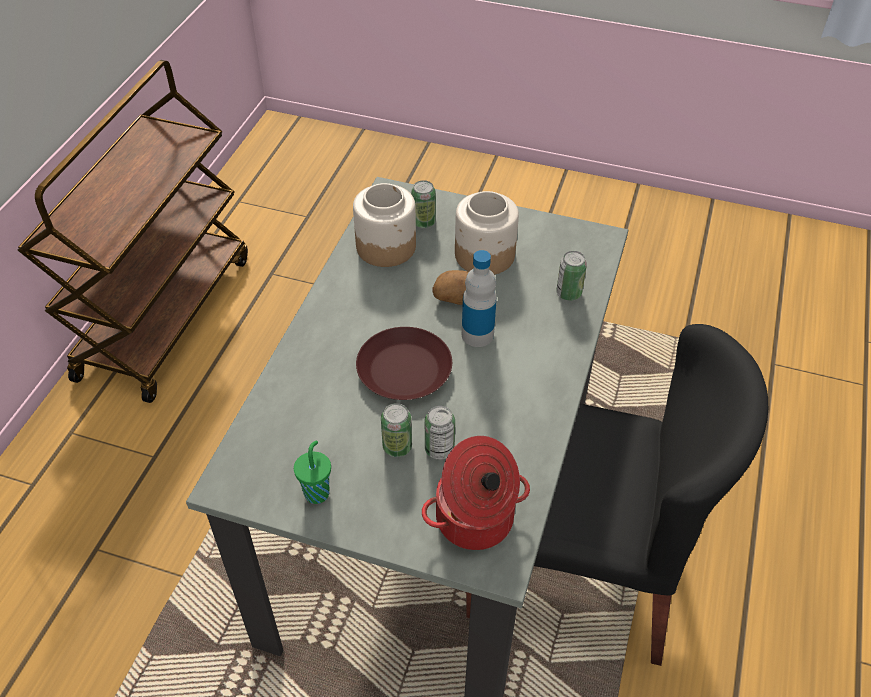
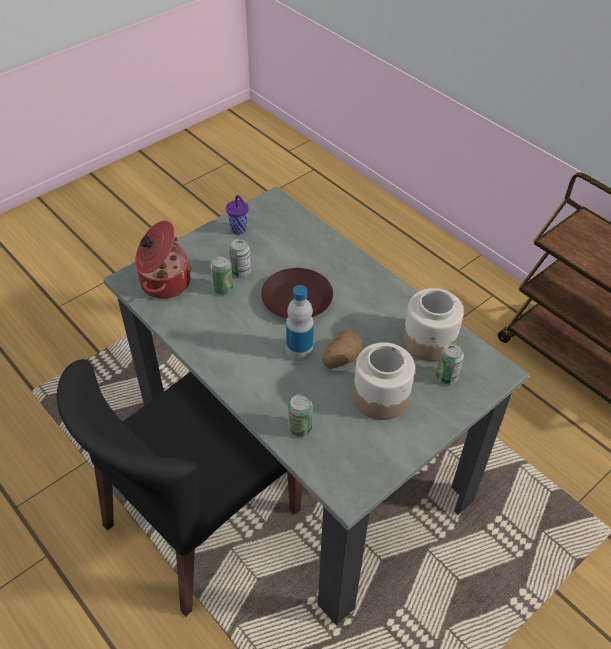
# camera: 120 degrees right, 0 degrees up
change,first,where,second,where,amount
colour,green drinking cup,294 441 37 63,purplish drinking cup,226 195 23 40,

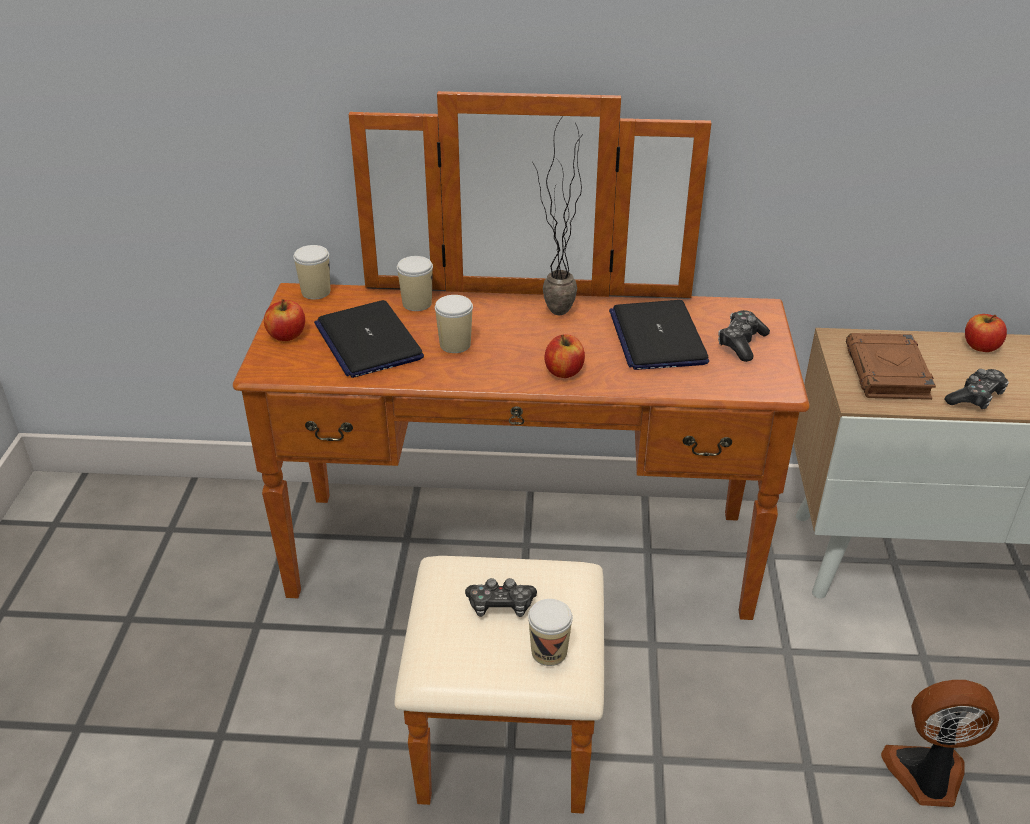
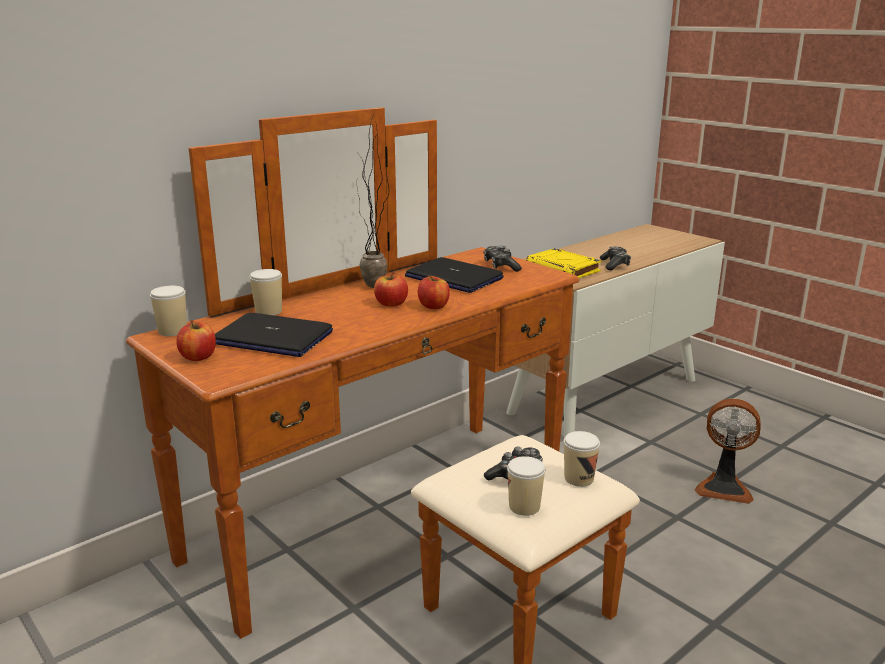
# camera: 45 degrees left, 15 degrees down
change,first,where,second,where,amount
relocated,drinking cup,435 295 38 58,,507 456 38 60,
relocated,whole apple,965 314 42 38,,374 272 34 35,
colour,brownish bound book,846 333 90 67,yellow bound book,526 248 76 30,
spun,electric fan,881 680 118 127,,695 399 66 105,120 degrees counterclockwise

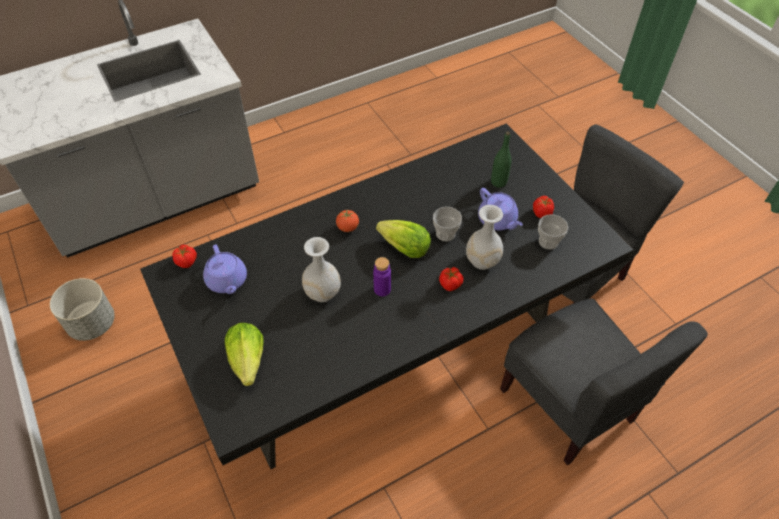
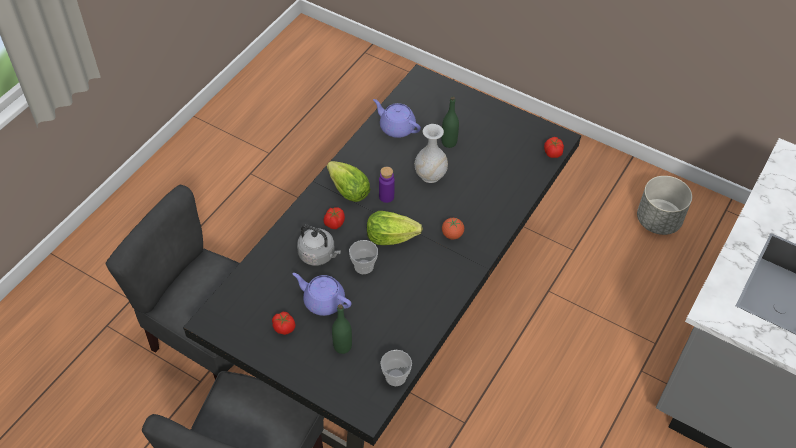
# camera: 150 degrees right, 0 degrees up
change,first,where,second,where,amount
exchanged,white-coloured decorative vase,466 205 37 65,greyish kettle,297 225 44 41,
relocated,drinking cup,538 214 30 36,,380 350 32 36,
relocated,purplish pot for tea,203 245 44 49,,373 99 48 39,
relocated,lettuce,225 323 39 63,,327 161 43 41,
appeared,,,green bottle,441 97 18 51,

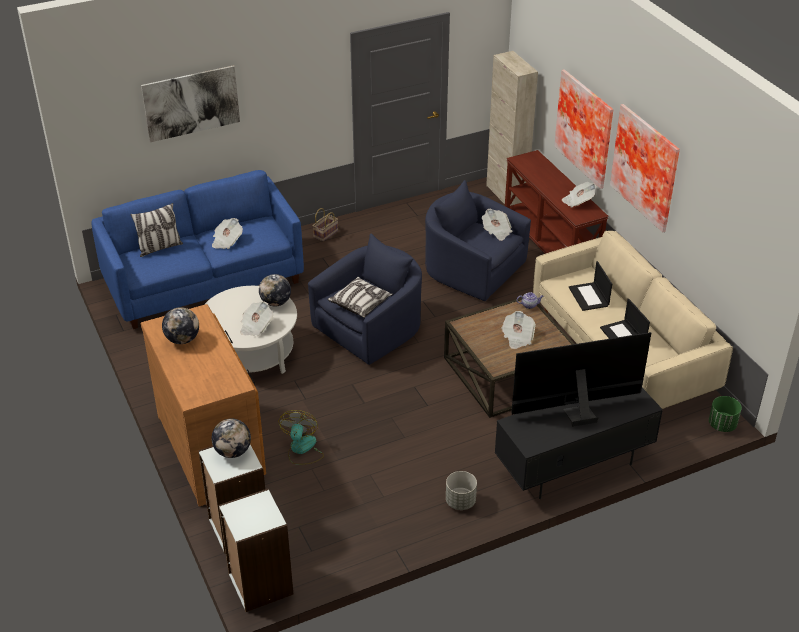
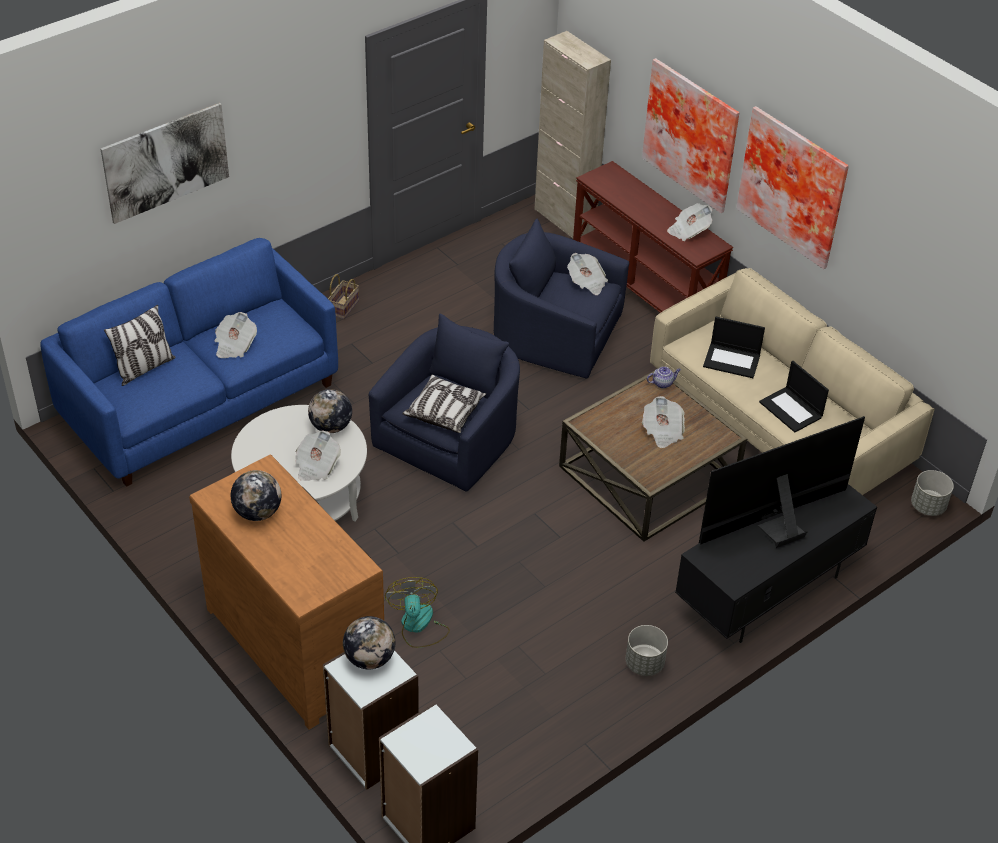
# camera: 15 degrees left, 5 degrees up
change,first,where,second,where,amount
spun,portable computer,569 261 43 50,,703 317 62 61,45 degrees counterclockwise
colour,green plant pot,709 396 33 36,greyish plant pot,911 470 43 46,

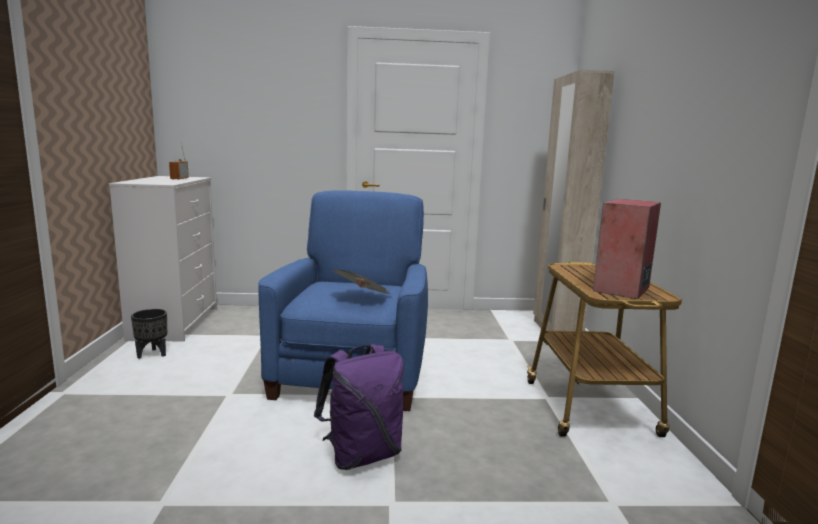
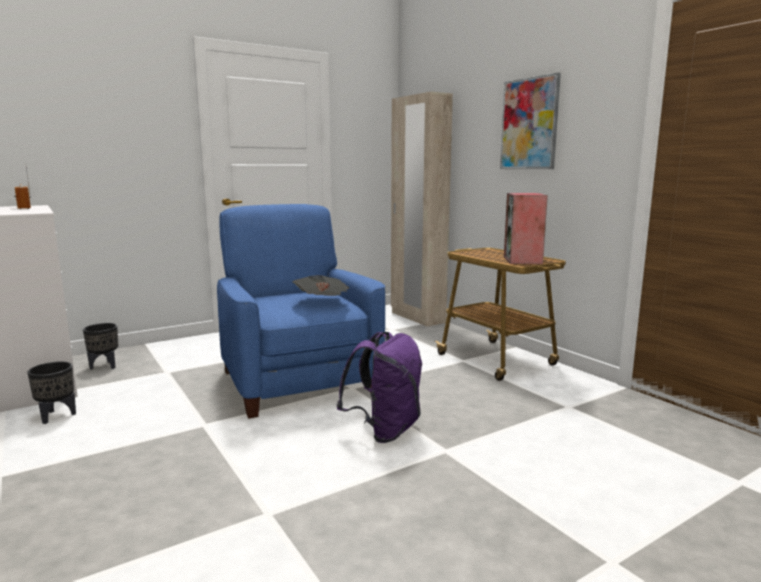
# camera: 30 degrees left, 0 degrees up
change,first,where,second,where,amount
appeared,,,picture,500 73 61 96,
appeared,,,blackish plant pot,83 323 35 47,

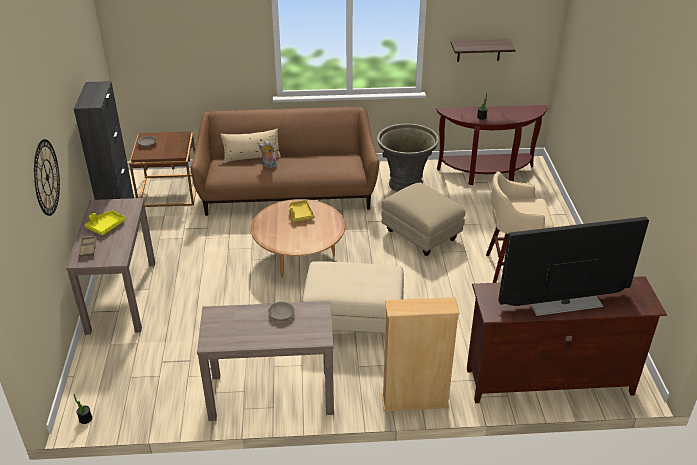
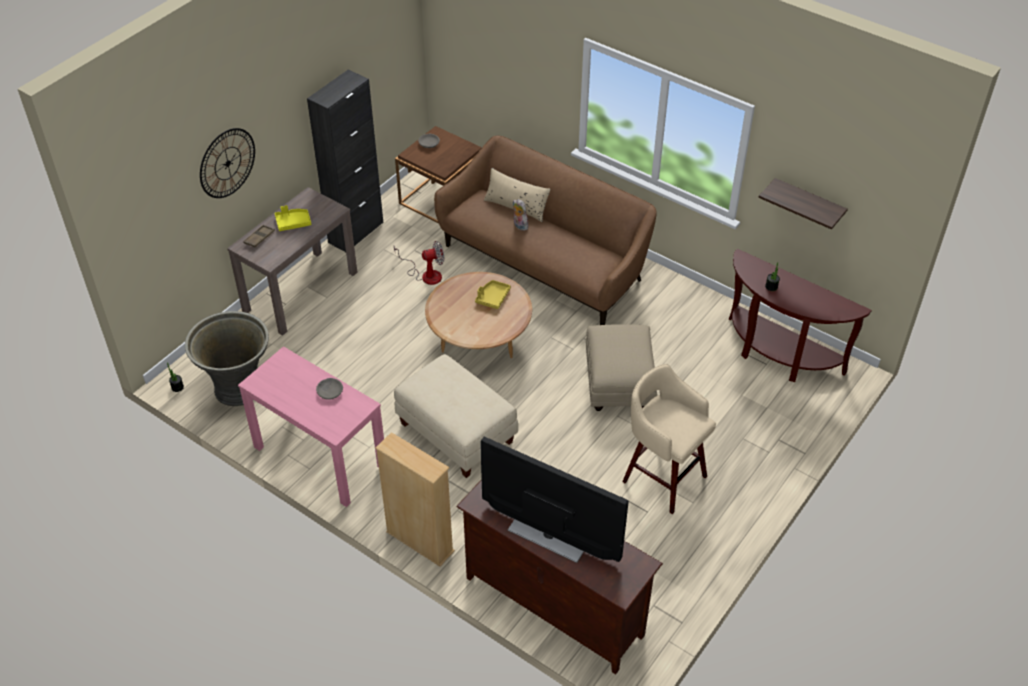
# camera: 40 degrees right, 10 degrees up
change,first,where,second,where,amount
relocated,greyish plant pot,377 123 62 69,,185 311 84 95,
colour,brownish narrow table,197 301 137 120,pink narrow table,238 346 146 161,
appeared,,,electric fan,394 241 50 44,

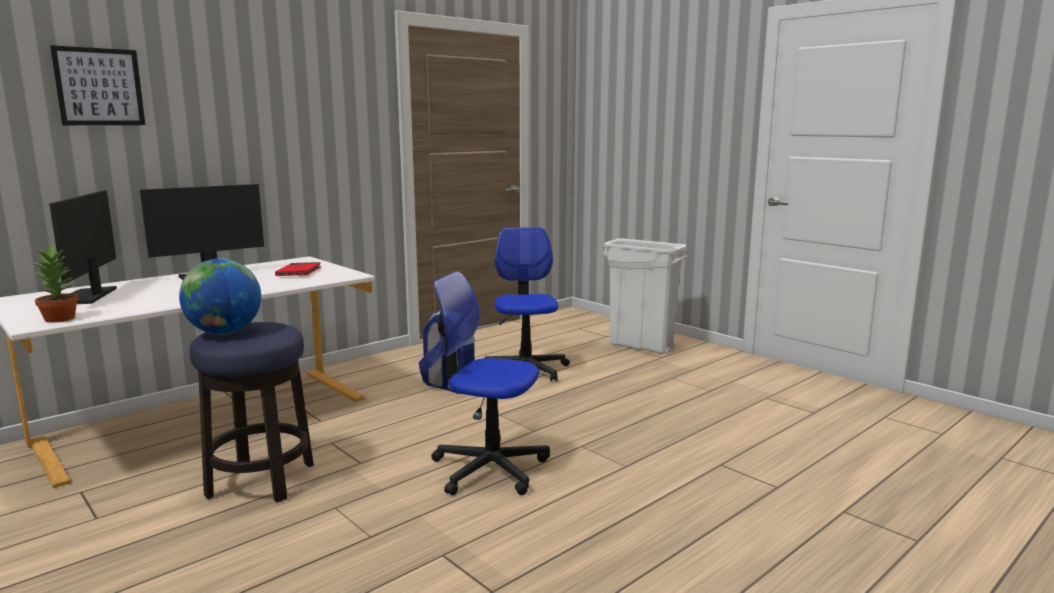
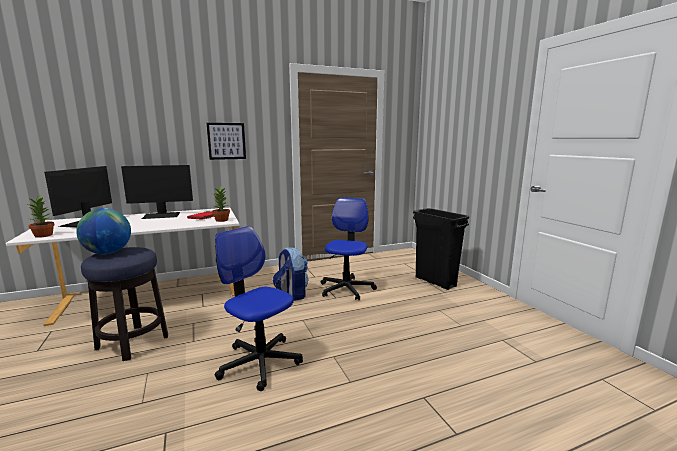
# camera: 20 degrees right, 0 degrees up
change,first,where,second,where,amount
relocated,picture,50 45 95 80,,207 123 39 37,
colour,white-coloured trash can,603 239 84 115,blackish trash can,413 208 56 82,
appeared,,,houseplant,212 185 18 37,

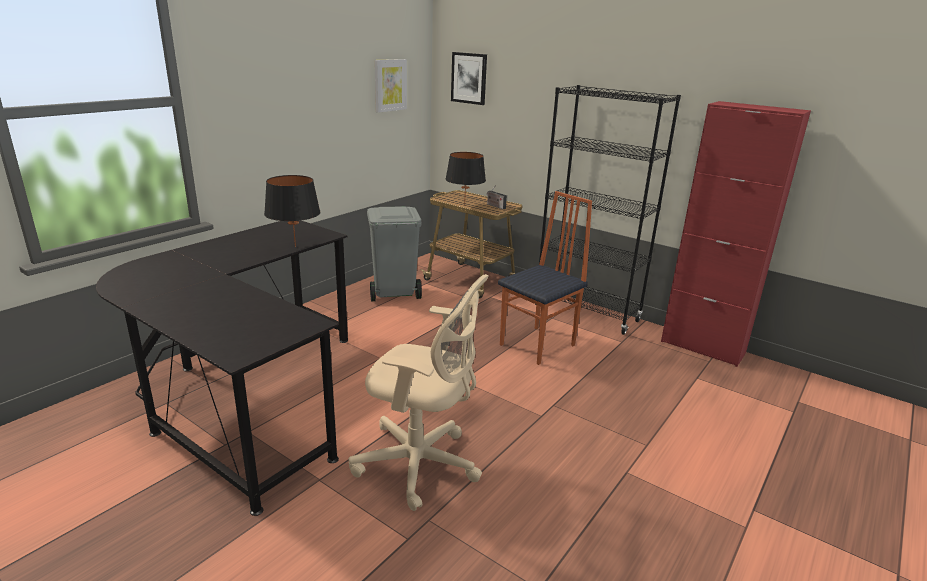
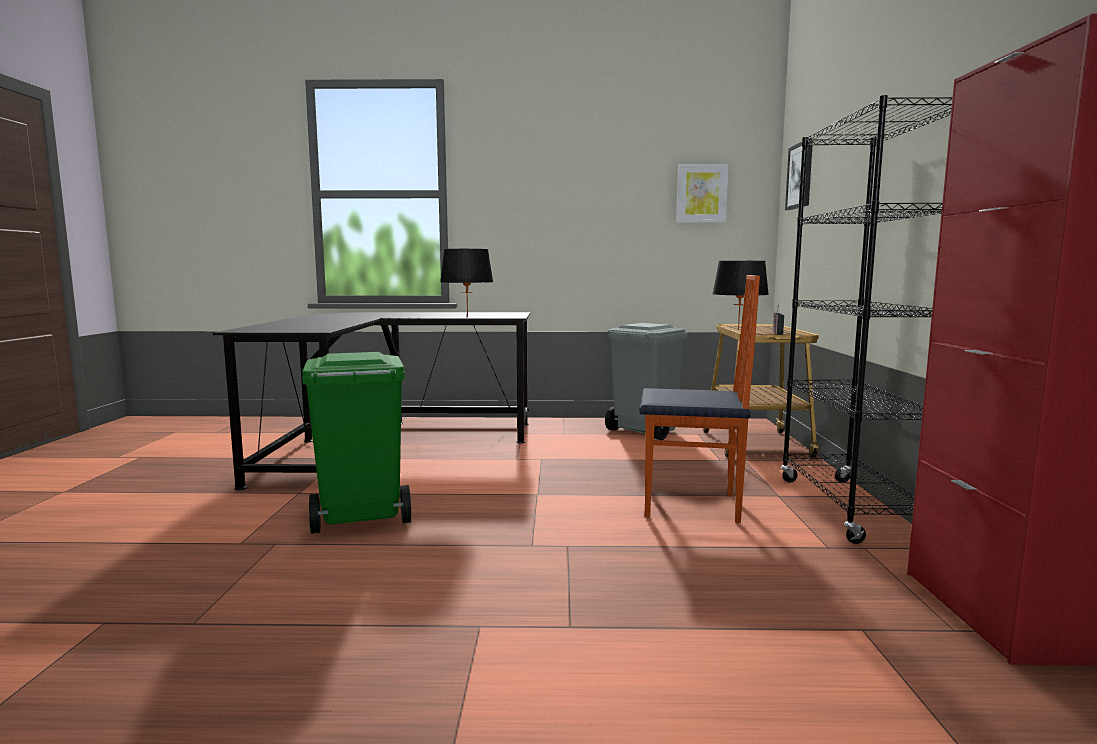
# camera: 55 degrees right, 15 degrees down
change,first,where,second,where,amount
exchanged,beige-coloured desk chair,349 274 140 237,green trash can,302 352 109 182,

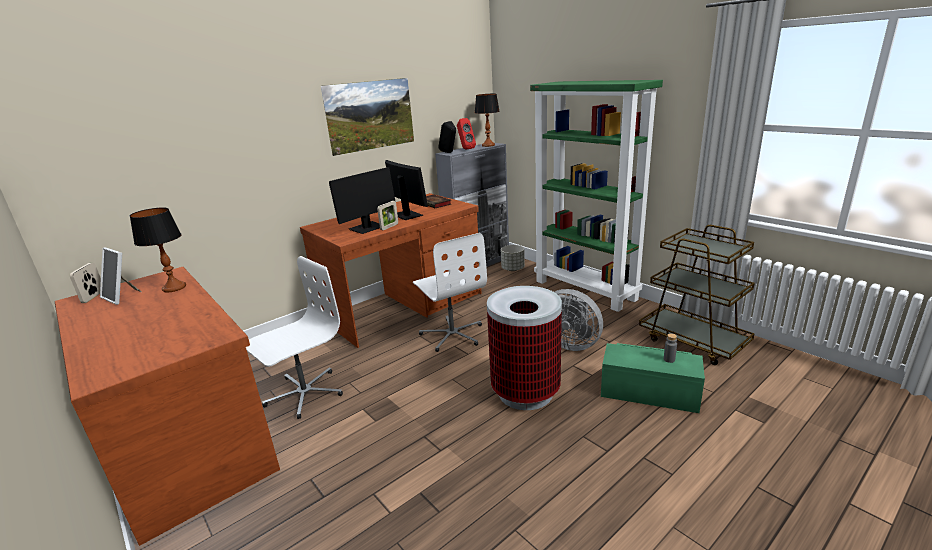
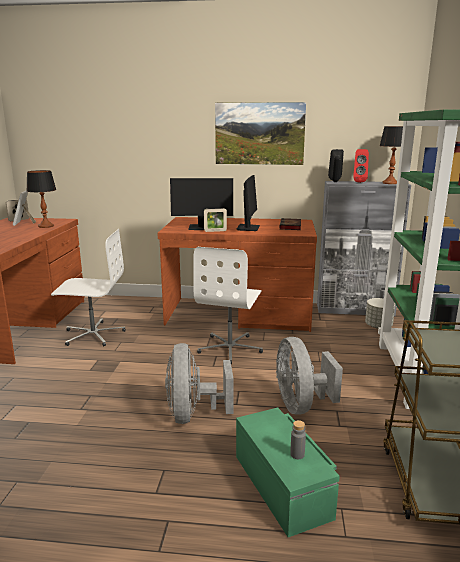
# camera: 45 degrees right, 5 degrees down
change,first,where,second,where,amount
exchanged,trash can,487 286 75 124,greyish electric fan,165 343 69 81,

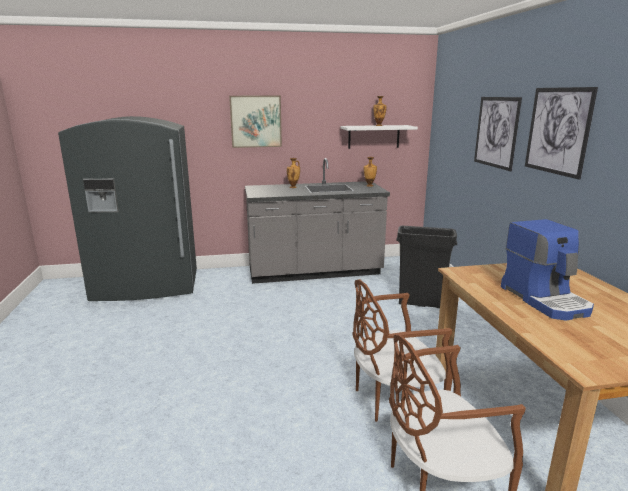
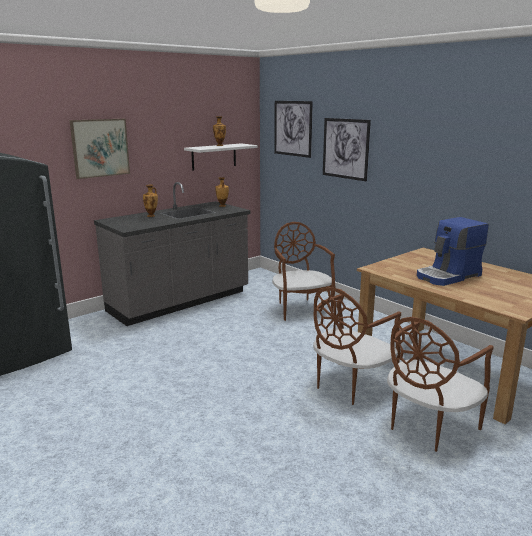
# camera: 30 degrees left, 0 degrees up
change,first,where,second,where,amount
relocated,picture,525 87 73 93,,274 101 39 57,
spun,coffee machine,501 219 93 102,,417 217 72 69,105 degrees clockwise
exchanged,blackish trash can,396 226 61 82,brownish upright chair,272 222 63 99,

